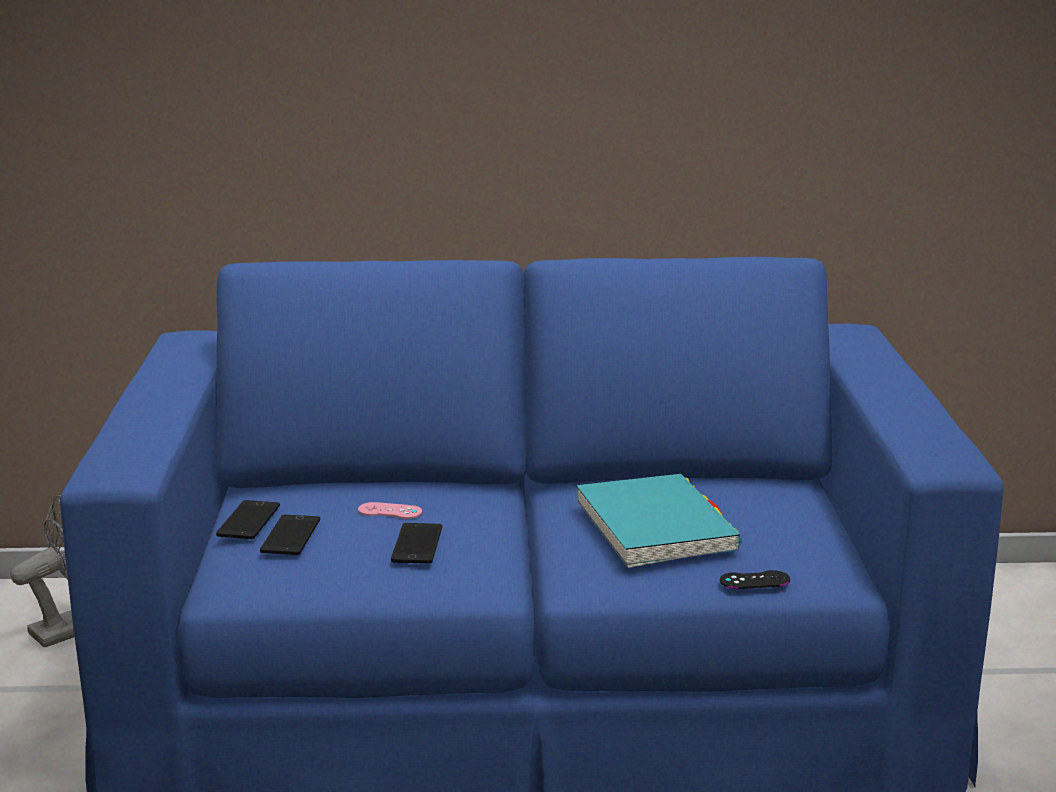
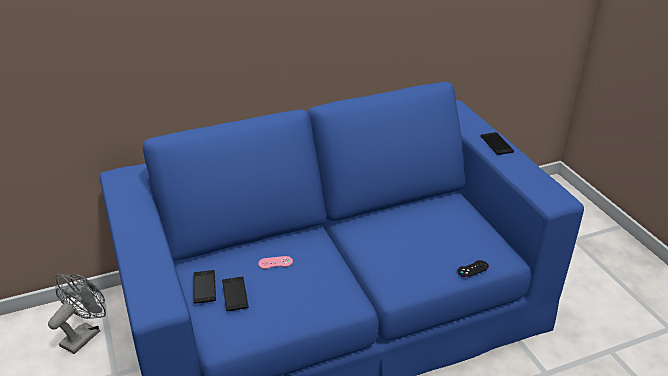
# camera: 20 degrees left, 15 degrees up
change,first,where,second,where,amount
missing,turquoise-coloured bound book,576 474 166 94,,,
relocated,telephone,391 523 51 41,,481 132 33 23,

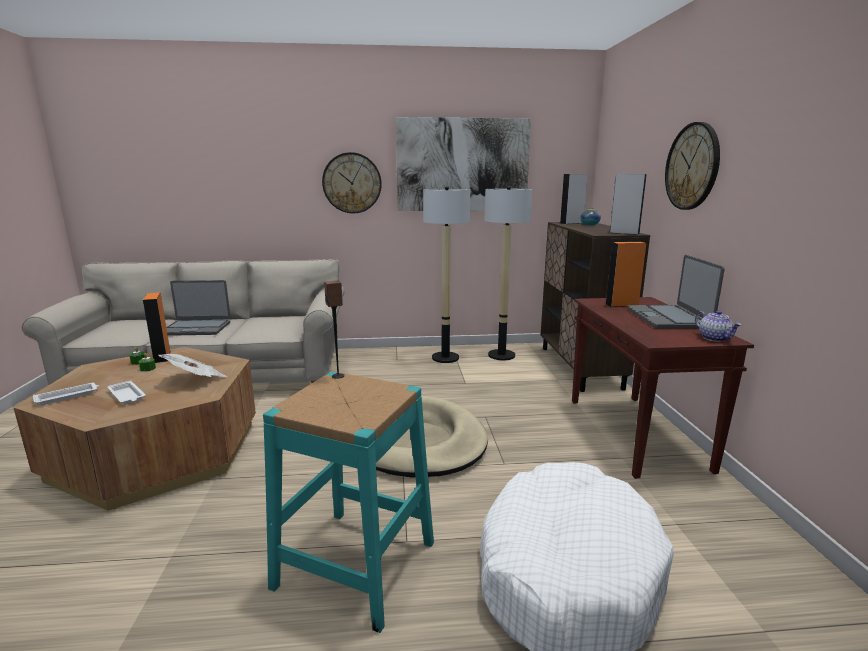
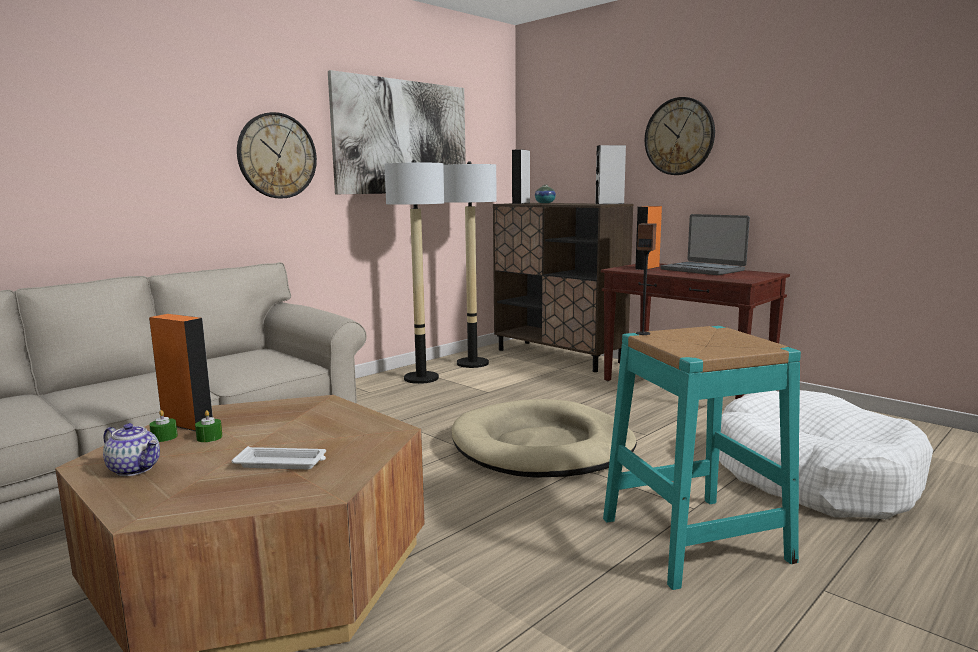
# camera: 40 degrees left, 5 degrees down
change,first,where,second,where,amount
missing,portable computer,166 280 65 56,,,
relocated,pot for tea,695 310 46 32,,103 423 57 53,
missing,daily paper,158 354 69 23,,,
missing,white-coloured serving tray,33 383 66 22,,,

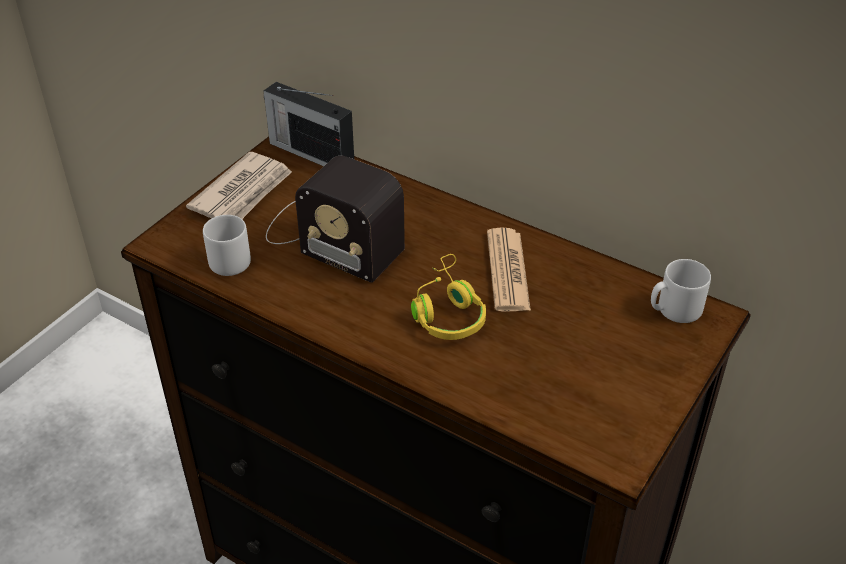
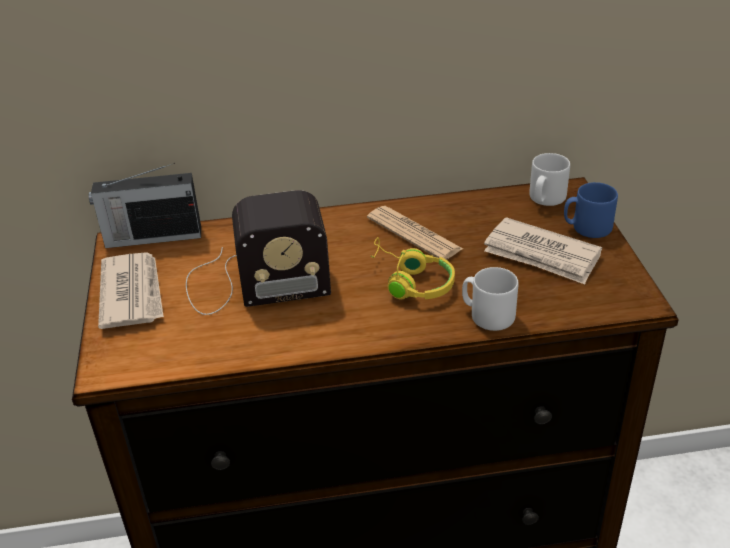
# camera: 40 degrees left, 5 degrees down
change,first,where,second,where,amount
relocated,greyish coffee mug,203 215 48 61,,462 267 56 64,
appeared,,,bluish coffee mug,564 182 54 56,
appeared,,,daily paper,484 217 118 67,

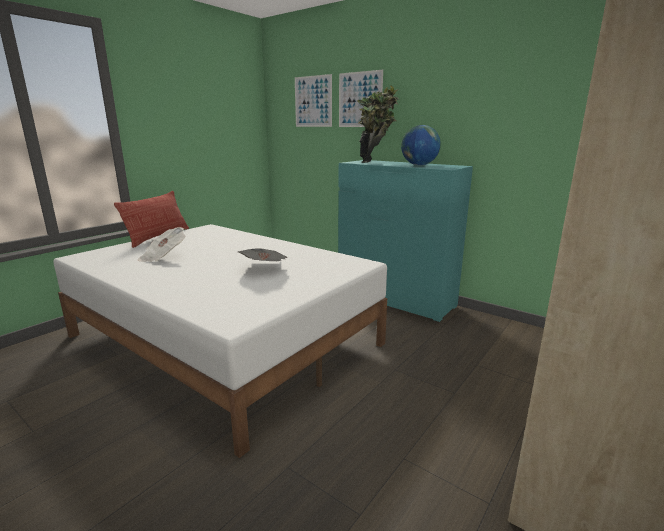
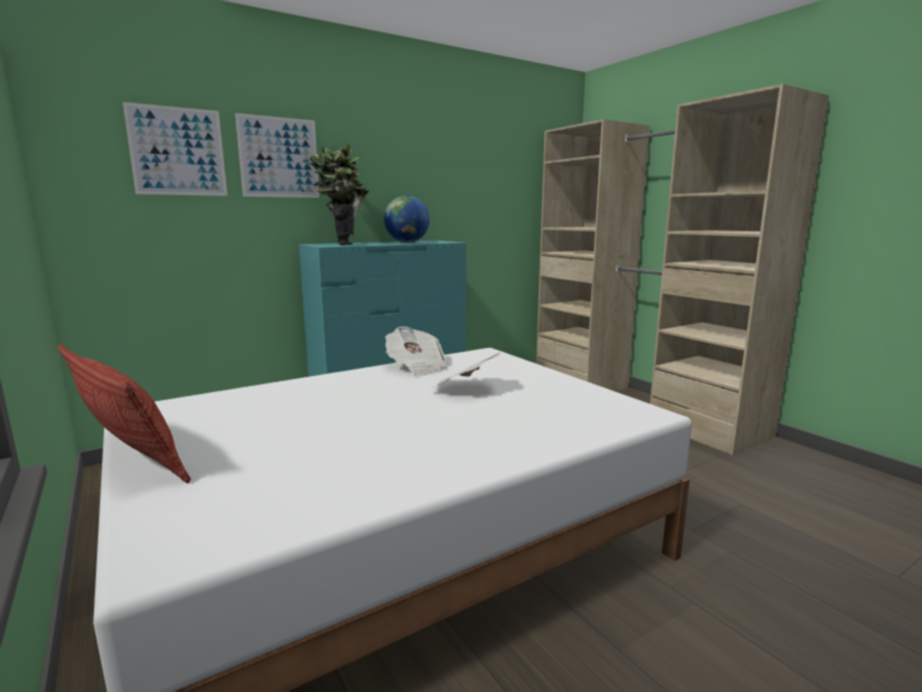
# camera: 70 degrees left, 5 degrees down
change,first,where,second,where,amount
relocated,daily paper,138 227 47 35,,385 327 61 49,

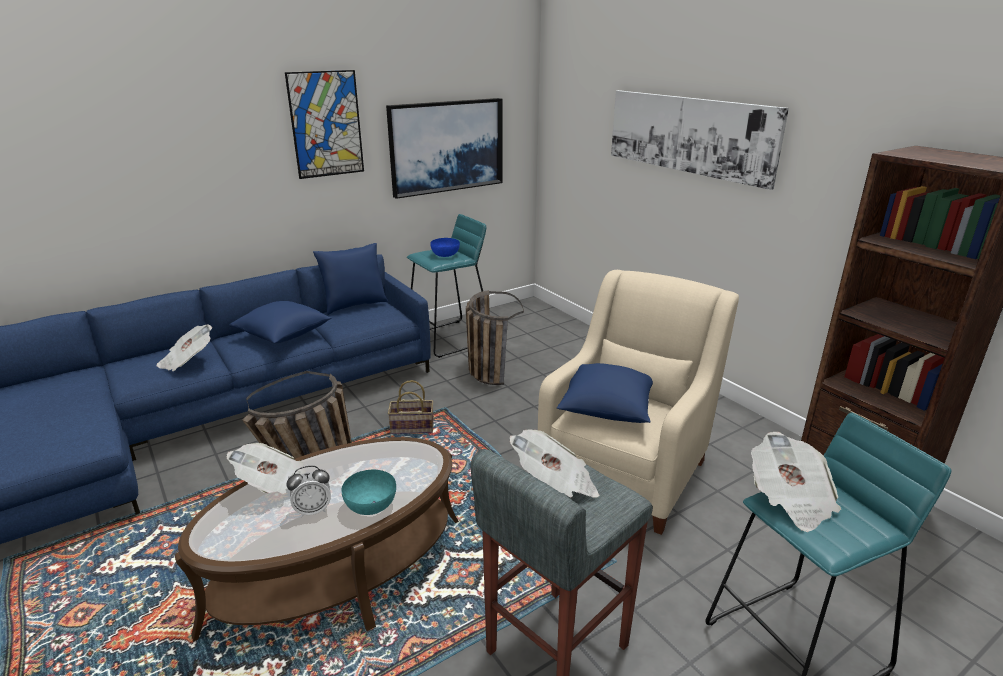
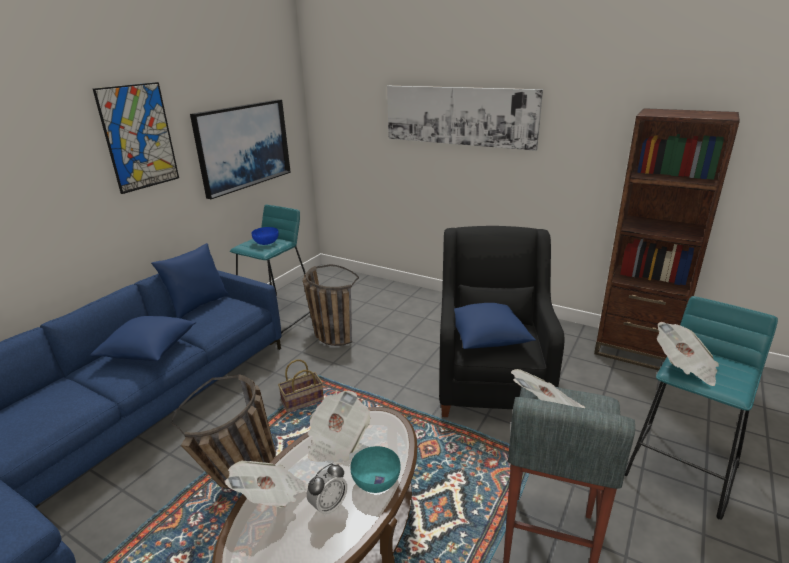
# camera: 25 degrees left, 0 degrees up
change,first,where,second,where,amount
colour,beige-coloured lounge chair,538 270 201 265,blackish lounge chair,439 226 125 191,
relocated,daily paper,157 325 55 46,,307 390 63 72,

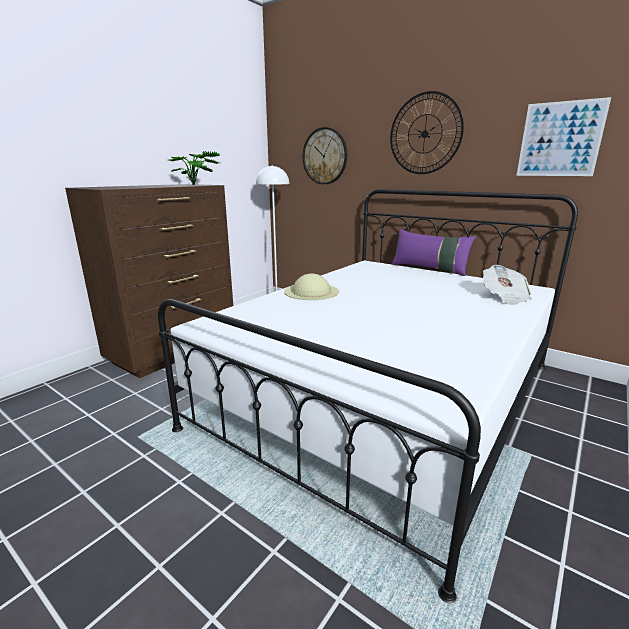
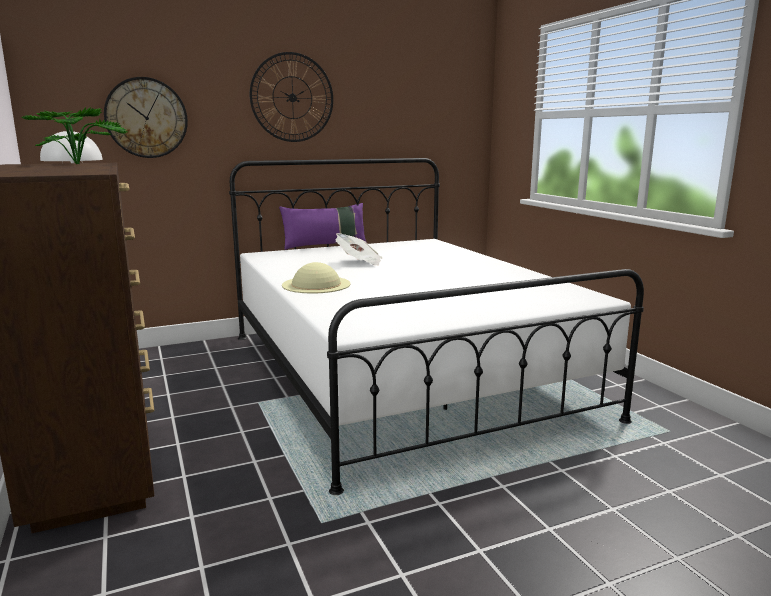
# camera: 60 degrees left, 5 degrees down
change,first,where,second,where,amount
missing,picture,516 97 95 79,,,
relocated,daily paper,483 265 49 40,,336 233 46 33,

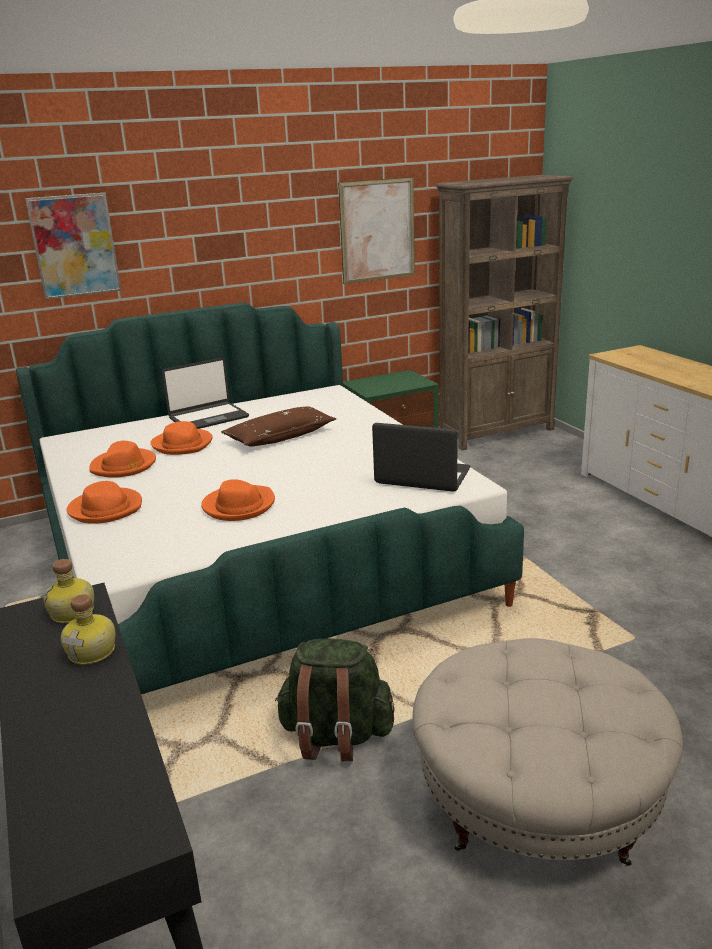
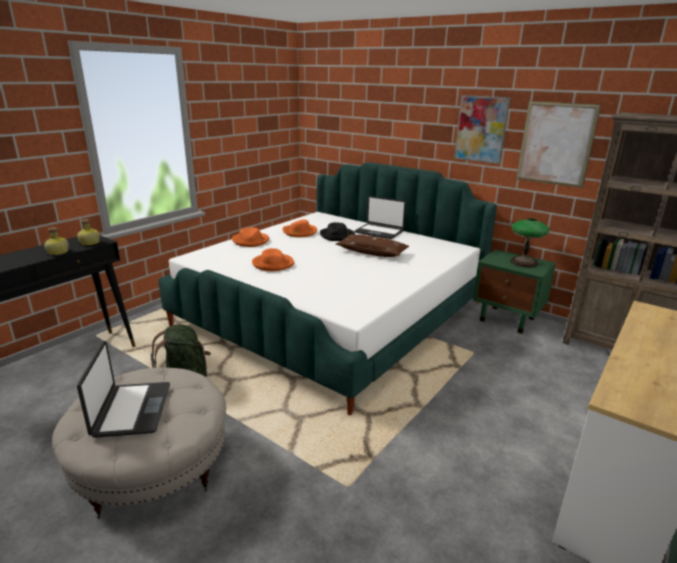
# camera: 60 degrees right, 0 degrees up
change,first,where,second,where,amount
relocated,picture,25 193 96 106,,454 95 56 69,
colour,orange hat,150 421 63 34,blackish hat,320 222 35 19,
relocated,portable computer,372 423 99 69,,77 341 93 97,
appeared,,,lamp for a table,511 218 39 50,

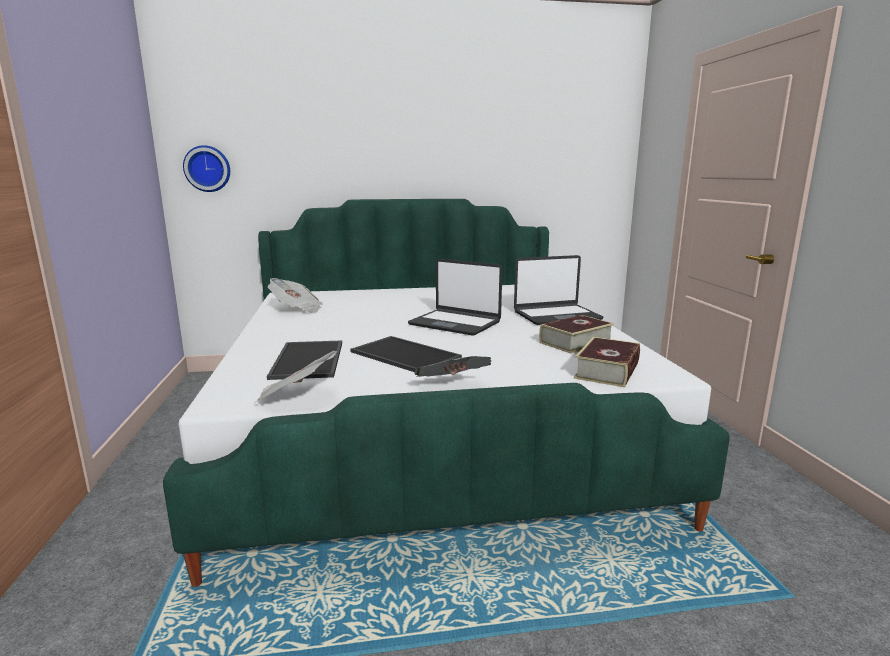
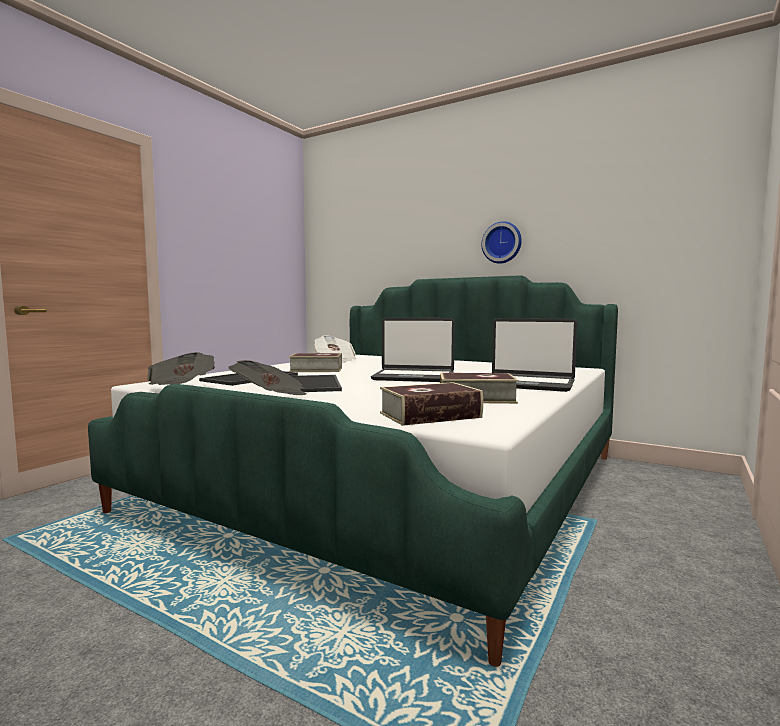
# camera: 40 degrees right, 10 degrees down
change,first,where,second,where,amount
relocated,clock on the wall,183 145 47 47,,481 221 41 43,
spun,portable computer,408 259 95 77,,371 318 84 64,60 degrees counterclockwise
appeared,,,bound book,289 353 53 19,

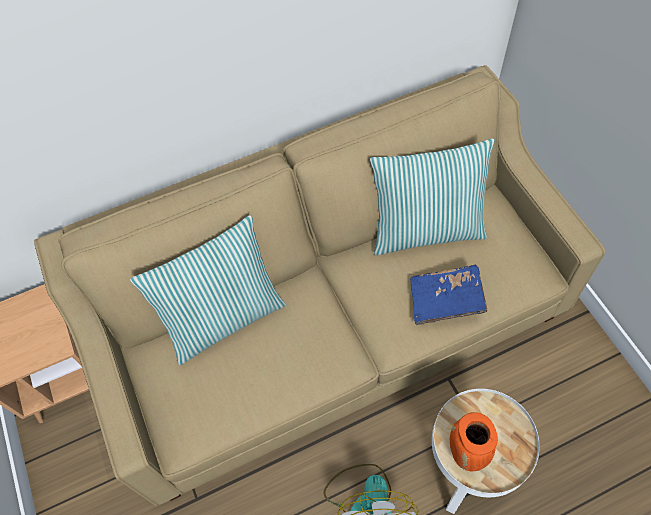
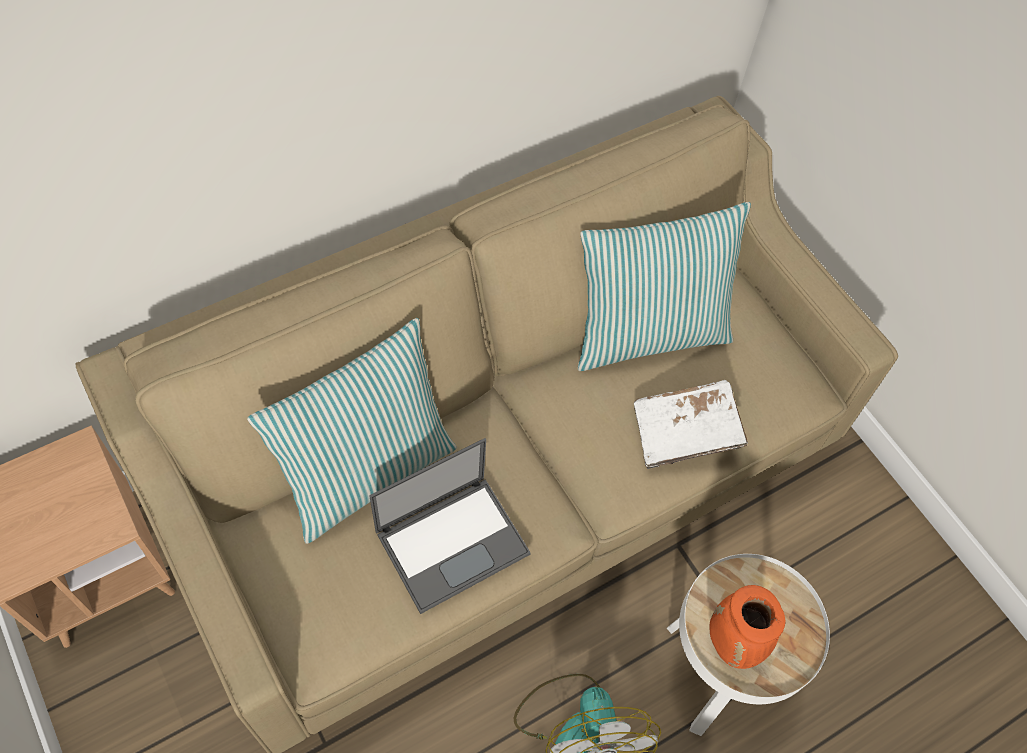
# camera: 15 degrees left, 0 degrees up
change,first,where,second,where,amount
colour,bluish bound book,410 265 77 60,white-coloured bound book,634 380 114 89,
appeared,,,portable computer,369 438 162 176,

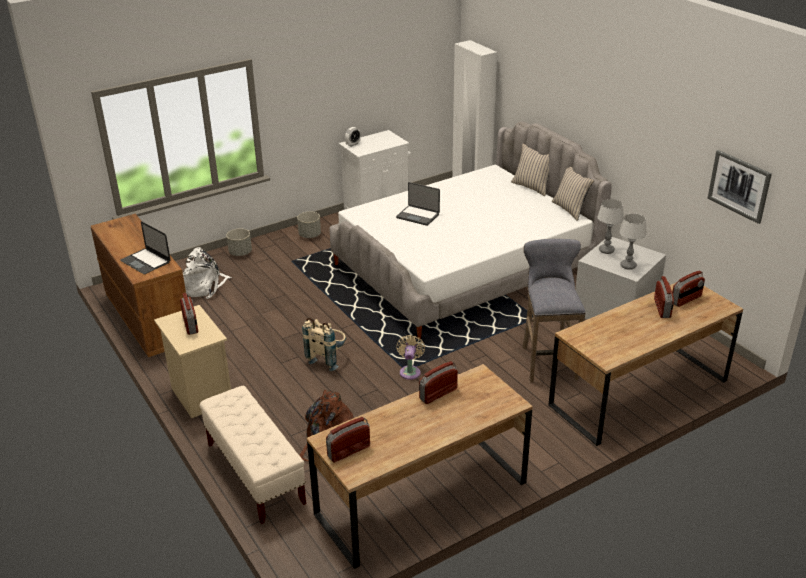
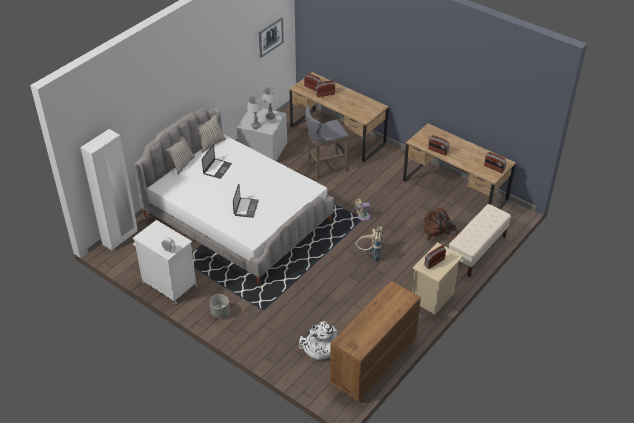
# camera: 110 degrees left, 10 degrees up
change,first,where,second,where,amount
relocated,portable computer,120 221 51 53,,202 144 30 35,
missing,greyish plant pot,227 229 25 27,,,

